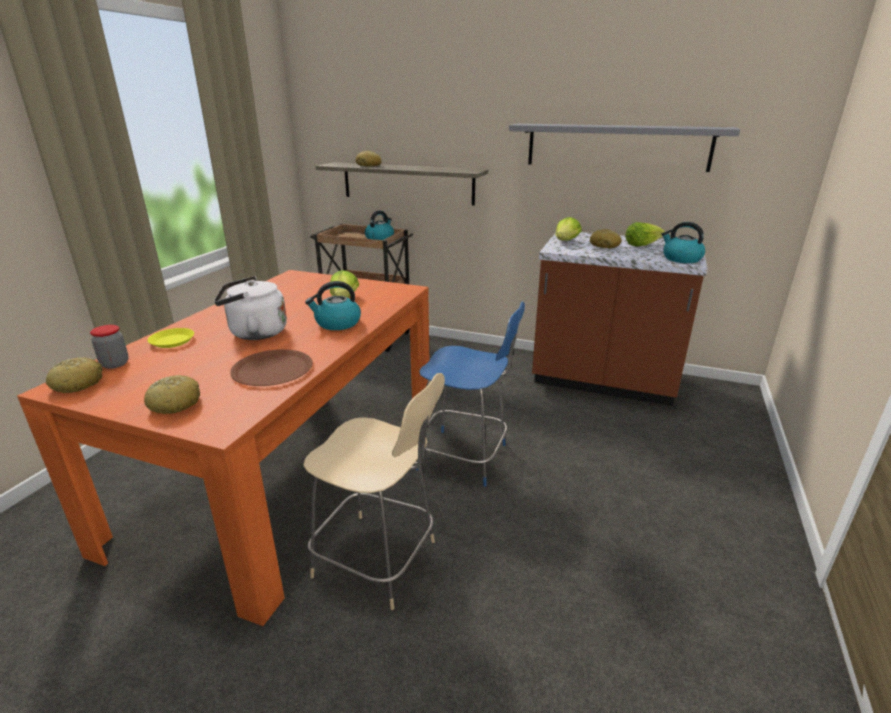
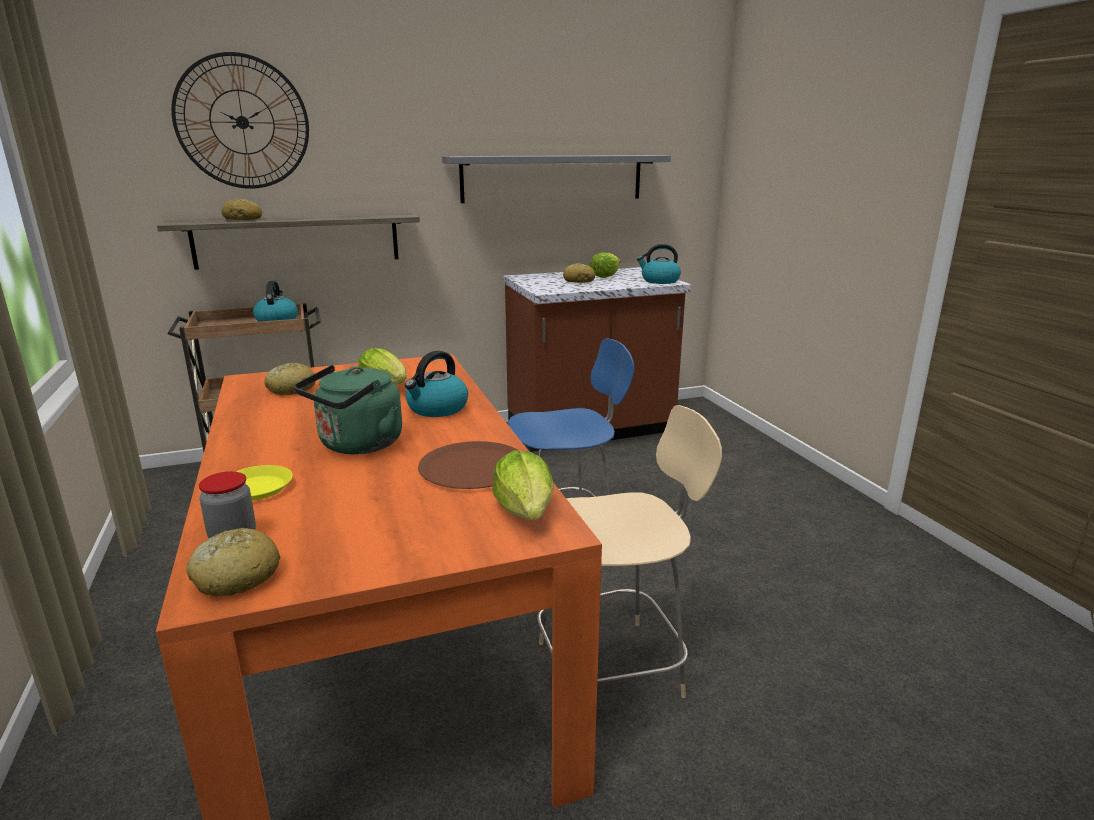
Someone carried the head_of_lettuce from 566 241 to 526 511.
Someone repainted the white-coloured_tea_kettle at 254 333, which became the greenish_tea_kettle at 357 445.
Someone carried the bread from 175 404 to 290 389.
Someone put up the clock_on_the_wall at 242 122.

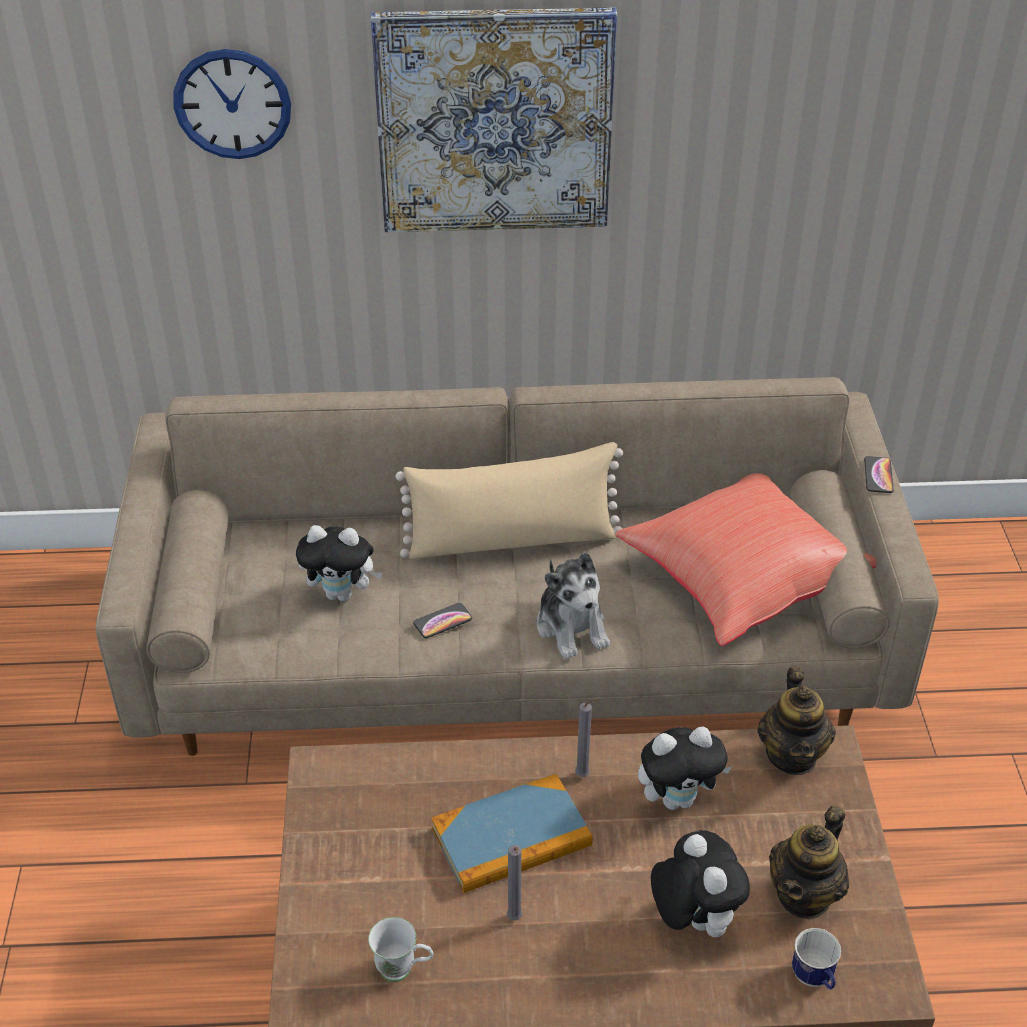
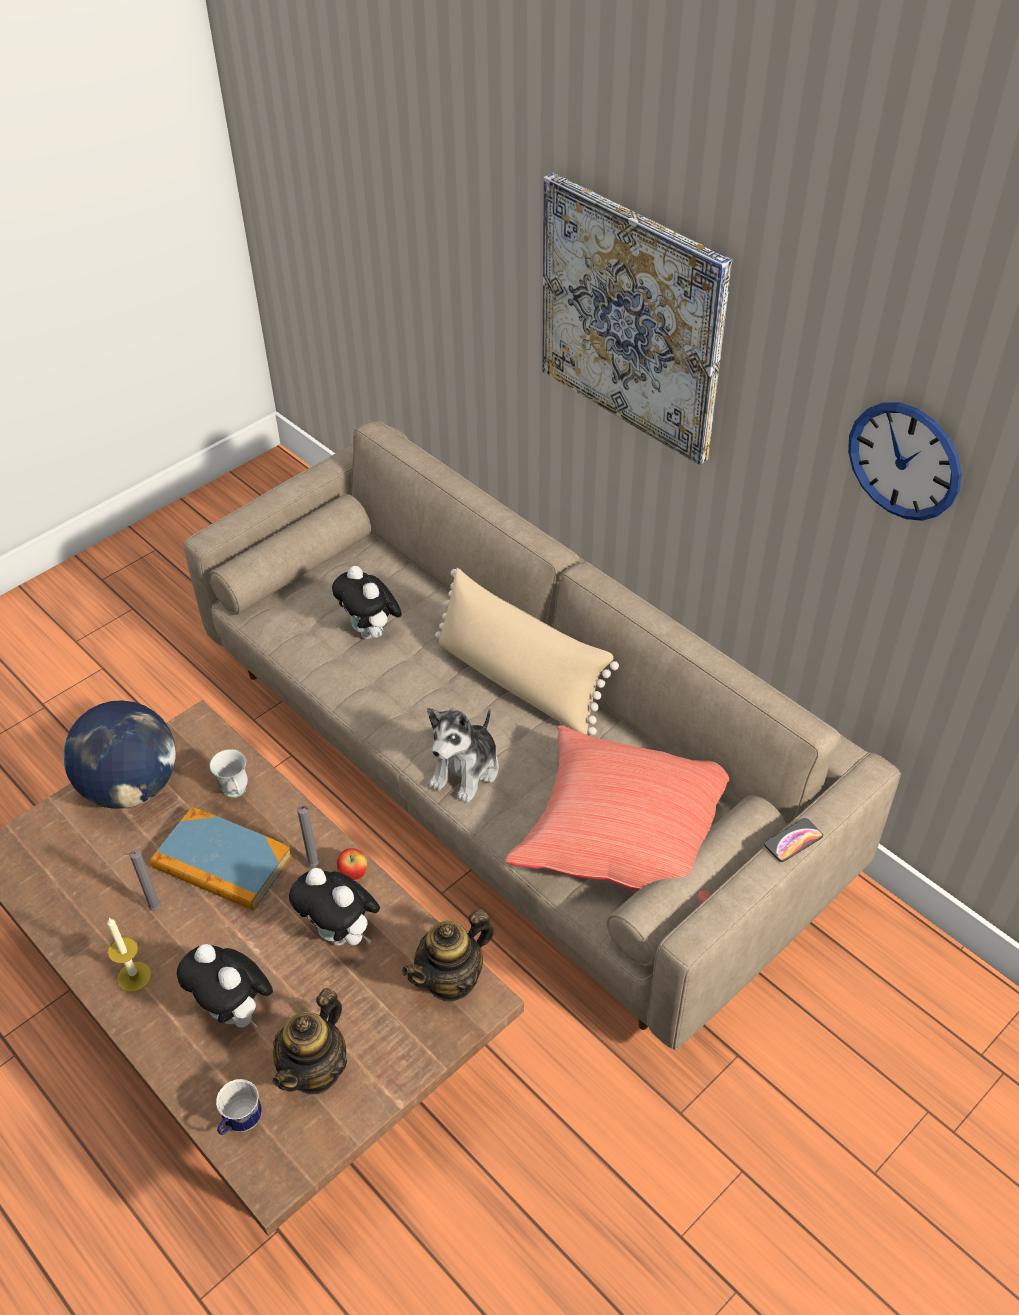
Someone carried the clock_on_the_wall from 232 104 to 904 461.
Someone took away the handset at 442 621.
Someone rotated the teapot at 804 895 by 60 degrees counterclockwise.
Someone rotated the soft_toy at 693 919 by 105 degrees clockwise.
Someone carried the white-coloured_coffee_mug from 403 970 to 236 794.
Someone put down the world_globe at 132 787.
Someone put down the apple at 353 874.
Someone put down the candle at 134 977.

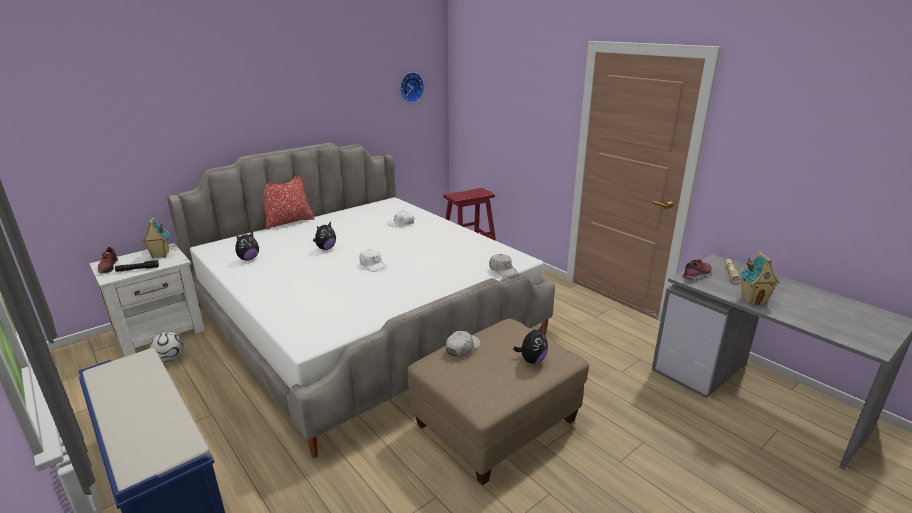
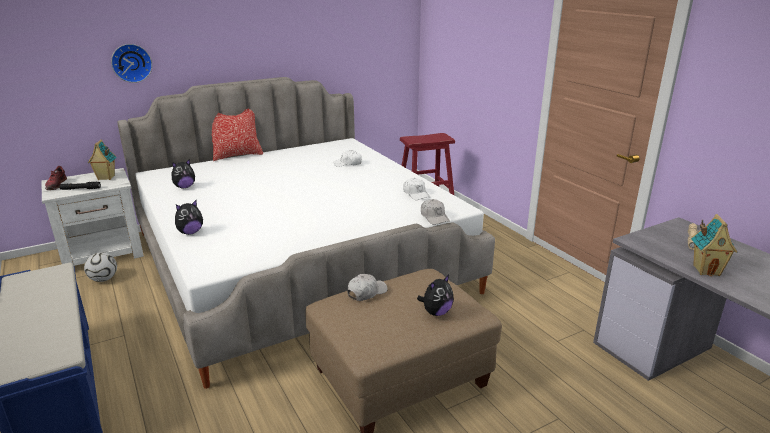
Someone carried the clock_on_the_wall from 410 87 to 131 63.
Someone carried the soft_toy from 326 248 to 190 232.
Someone carried the white-coloured_cap from 372 265 to 416 194.
Someone took away the item_of_footwear at 697 275.

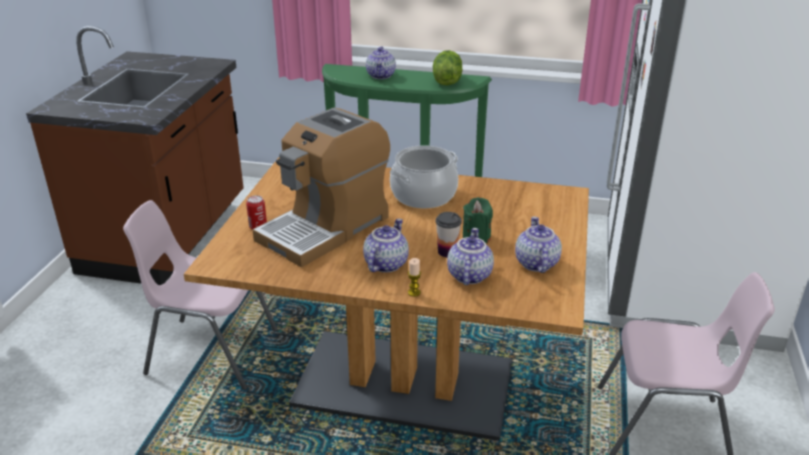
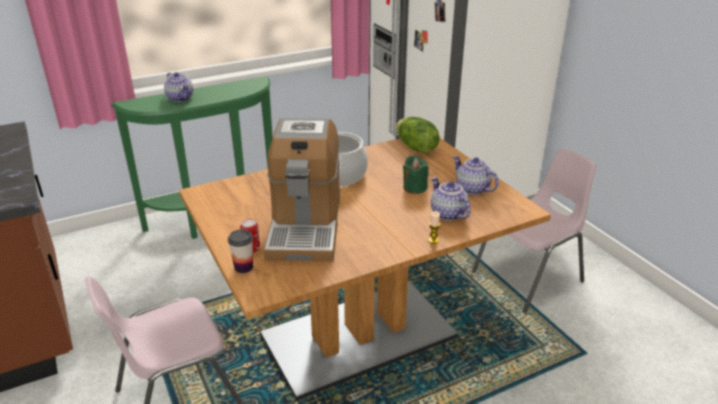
Someone carried the head_of_lettuce from 446 81 to 415 148.
Someone carried the drinking_cup from 447 252 to 243 267.
Someone took away the teapot at 385 264.

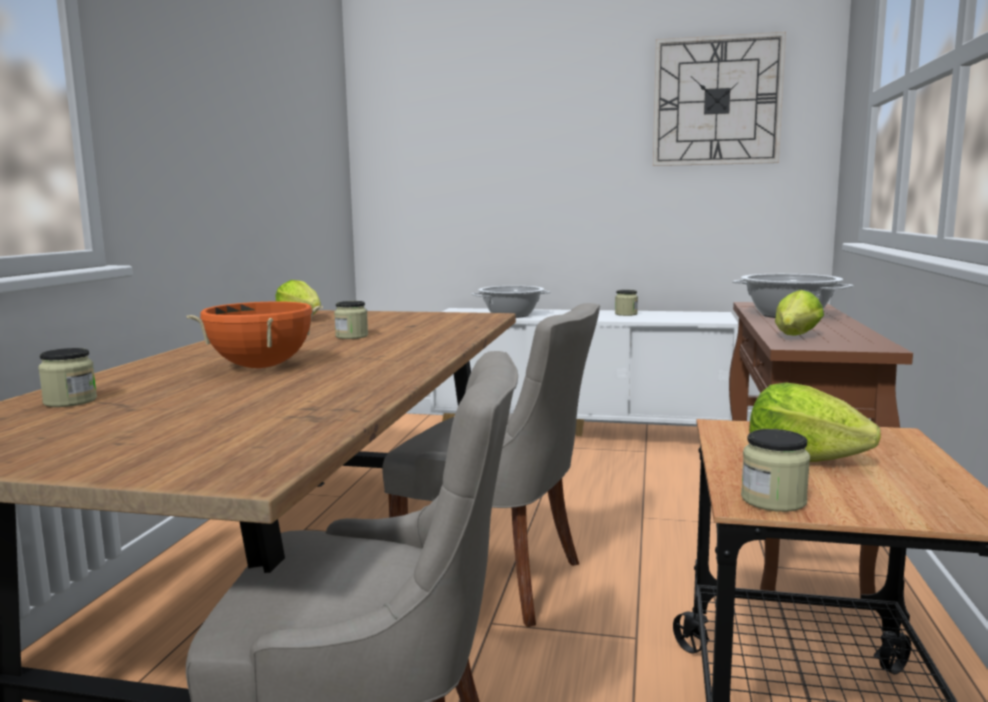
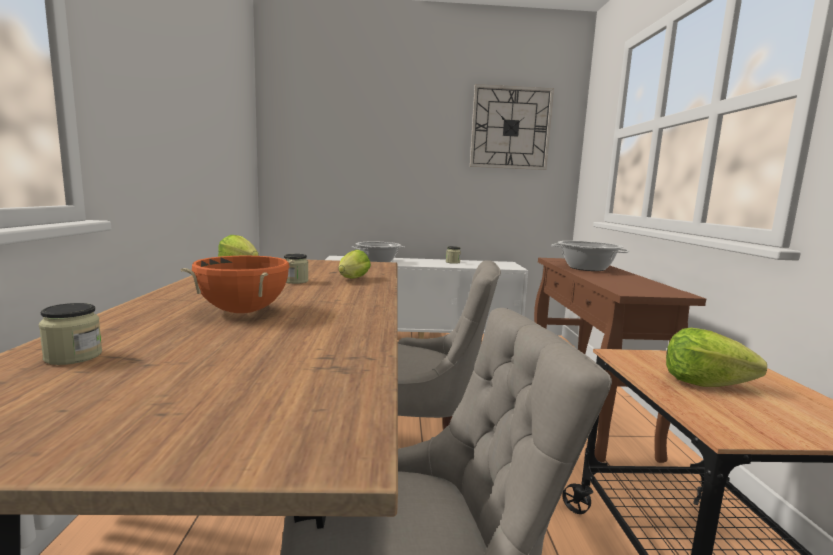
Someone carried the head_of_lettuce from 795 337 to 352 279.
Someone took away the jar at 773 500.

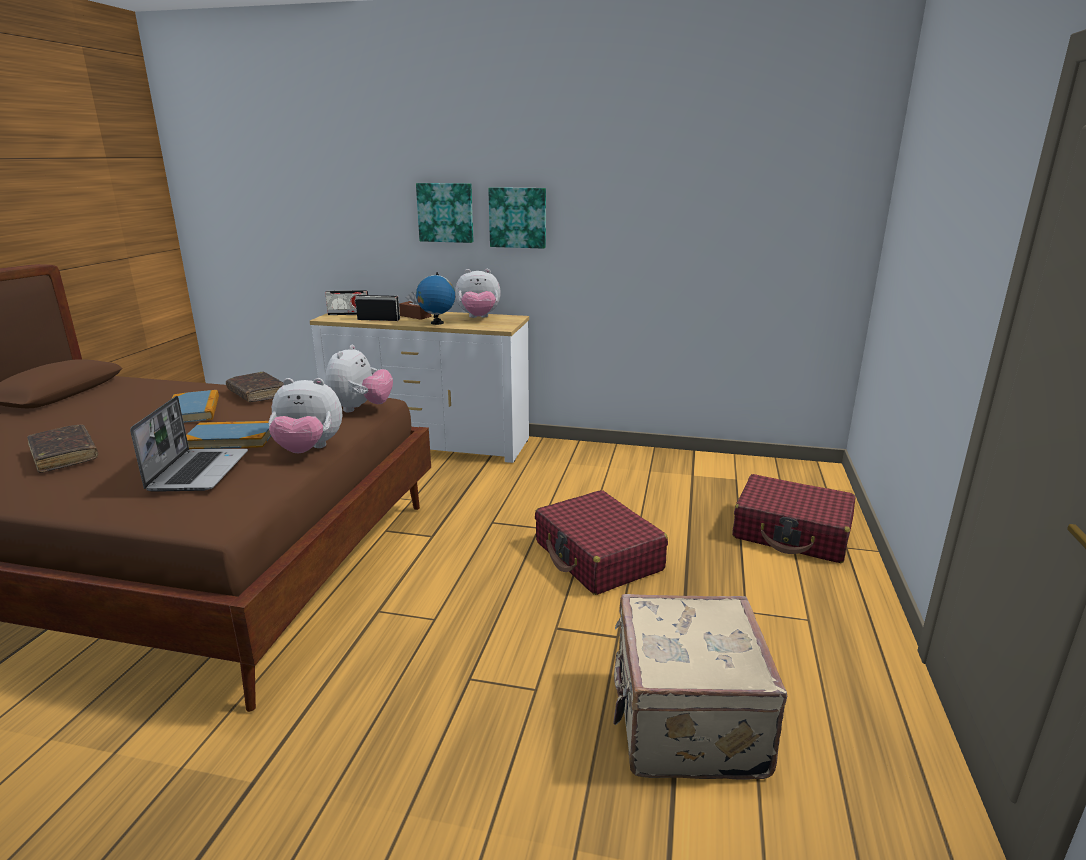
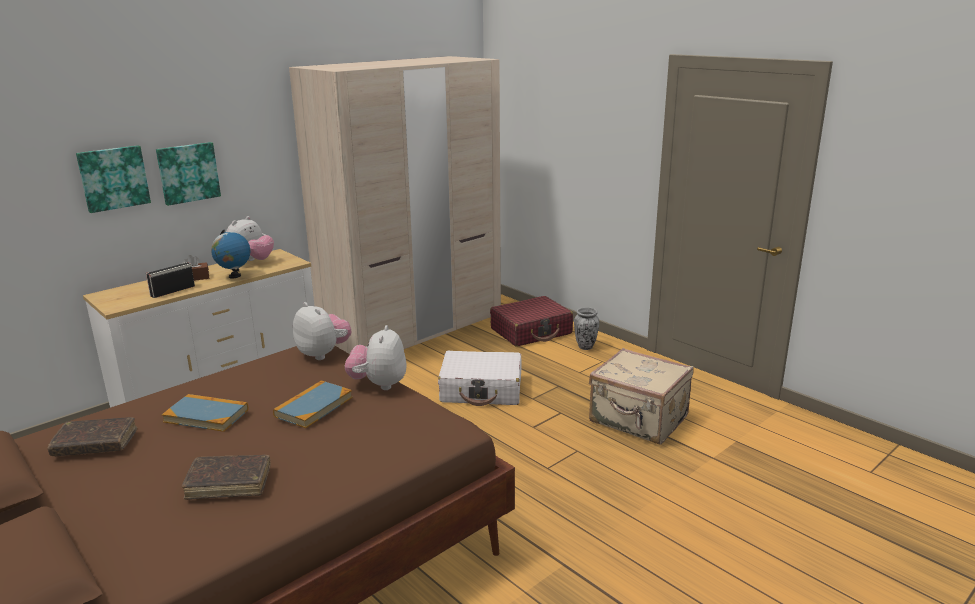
Someone carried the wall_art from 518 217 to 113 178.
Someone took away the radio at 348 314.
Someone carried the brownish_bound_book from 257 394 to 95 444.
Someone rotated the soft_toy at 308 450 by 150 degrees clockwise.
Someone took away the notebook_computer at 198 471.
Someone repainted the red_travel_case at 598 556, which became the white-coloured_travel_case at 481 390.
Someone put down the sand-coloured_wardrobe at 413 331.
Someone put down the decorative_vase at 585 346.

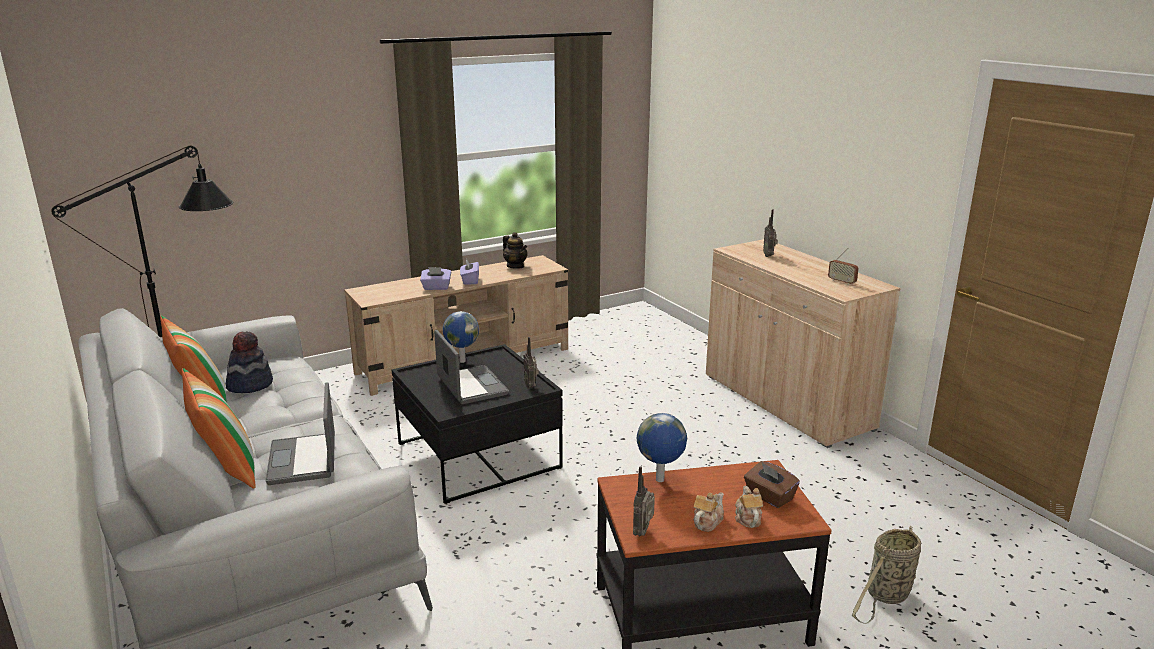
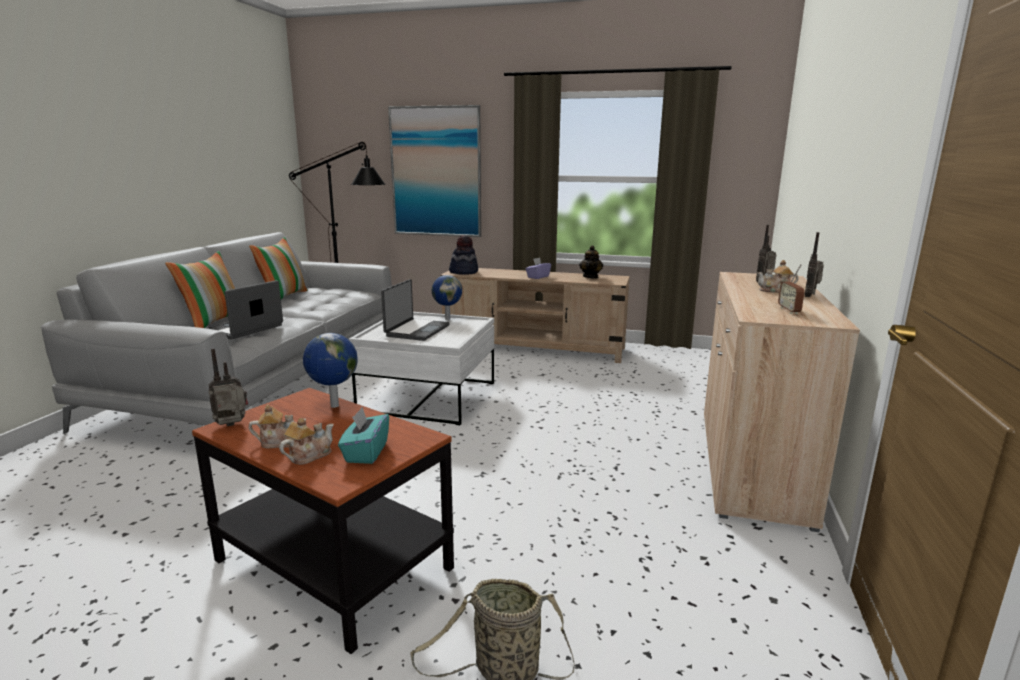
Someone took away the purplish_box_of_tissues at 436 287.
Someone carried the hat from 250 384 to 463 272.
Someone carried the radio from 531 386 to 811 296.
Someone repainted the black_low_table at 478 456, which became the white-coloured_low_table at 428 397.
Someone repainted the brownish_box_of_tissues at 769 496, which became the turquoise_box_of_tissues at 365 452.
Someone put up the wall_art at 436 172.
Someone put down the teapot at 775 291.

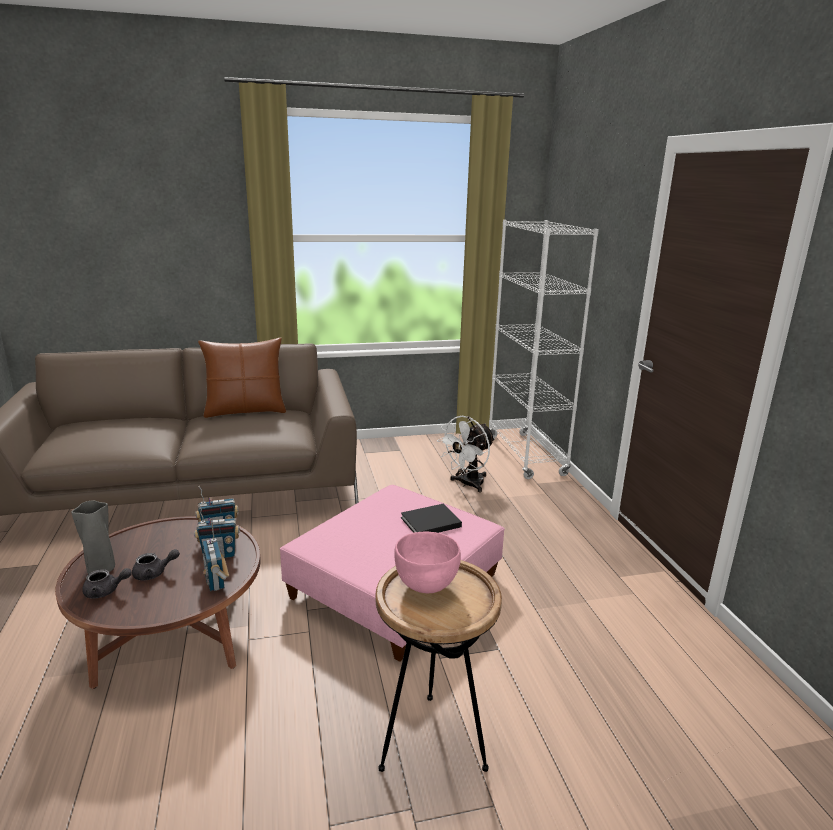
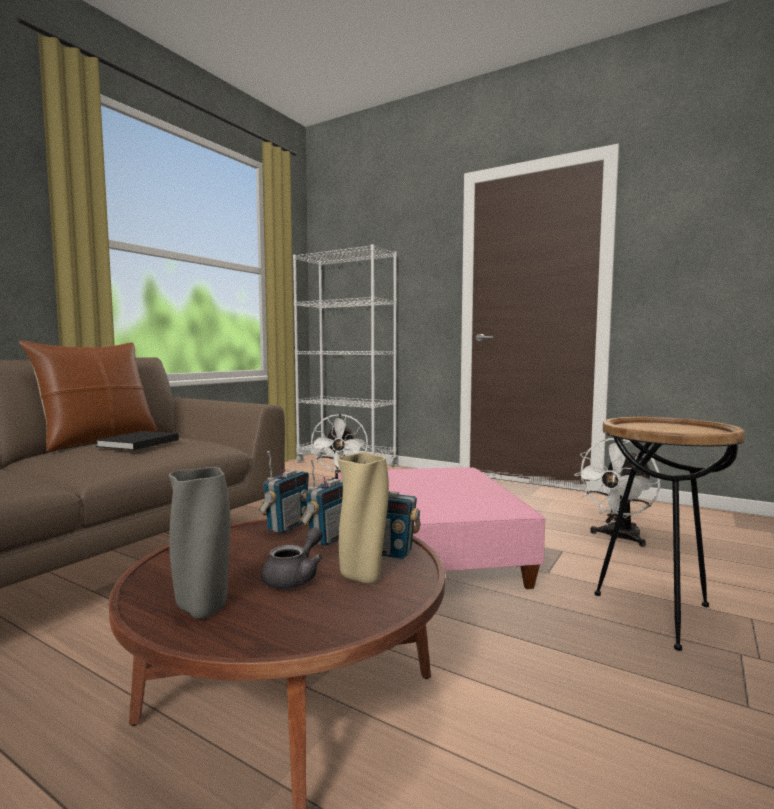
Someone carried the black_bound_book from 429 522 to 137 443.
Someone took away the pinkish_serving_bowl at 426 585.
Someone took away the grey_teapot at 106 591.
Someone put down the white-coloured_cooling_fan at 618 538.
Someone put down the sand-coloured_decorative_vase at 363 577.

